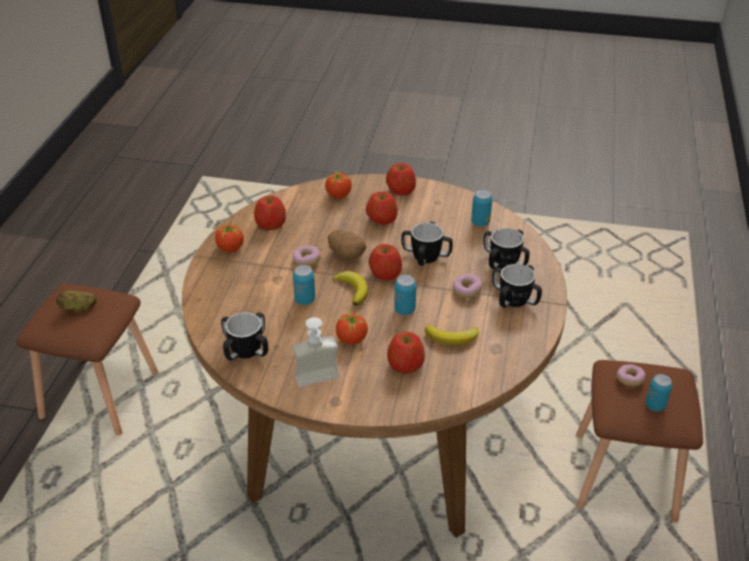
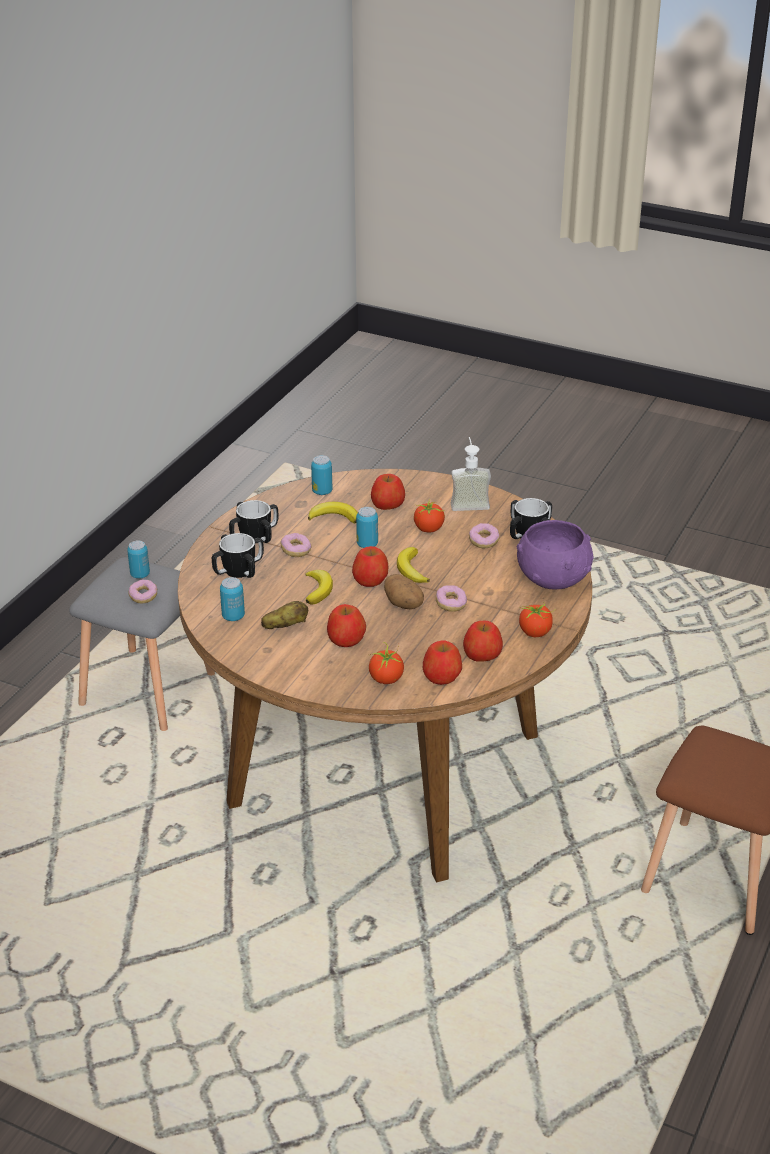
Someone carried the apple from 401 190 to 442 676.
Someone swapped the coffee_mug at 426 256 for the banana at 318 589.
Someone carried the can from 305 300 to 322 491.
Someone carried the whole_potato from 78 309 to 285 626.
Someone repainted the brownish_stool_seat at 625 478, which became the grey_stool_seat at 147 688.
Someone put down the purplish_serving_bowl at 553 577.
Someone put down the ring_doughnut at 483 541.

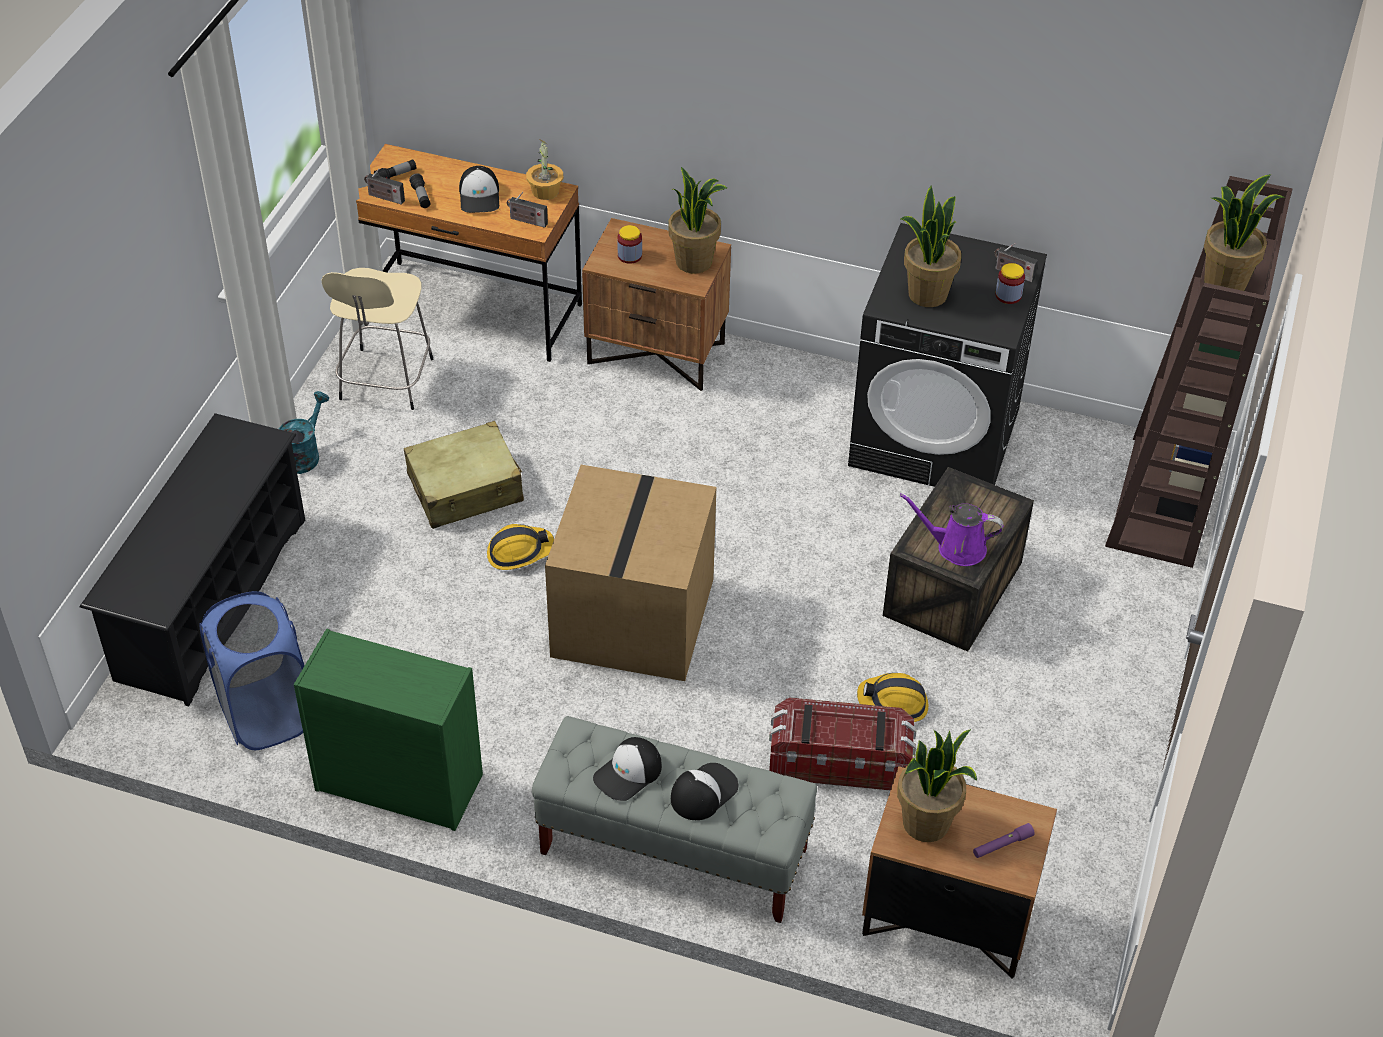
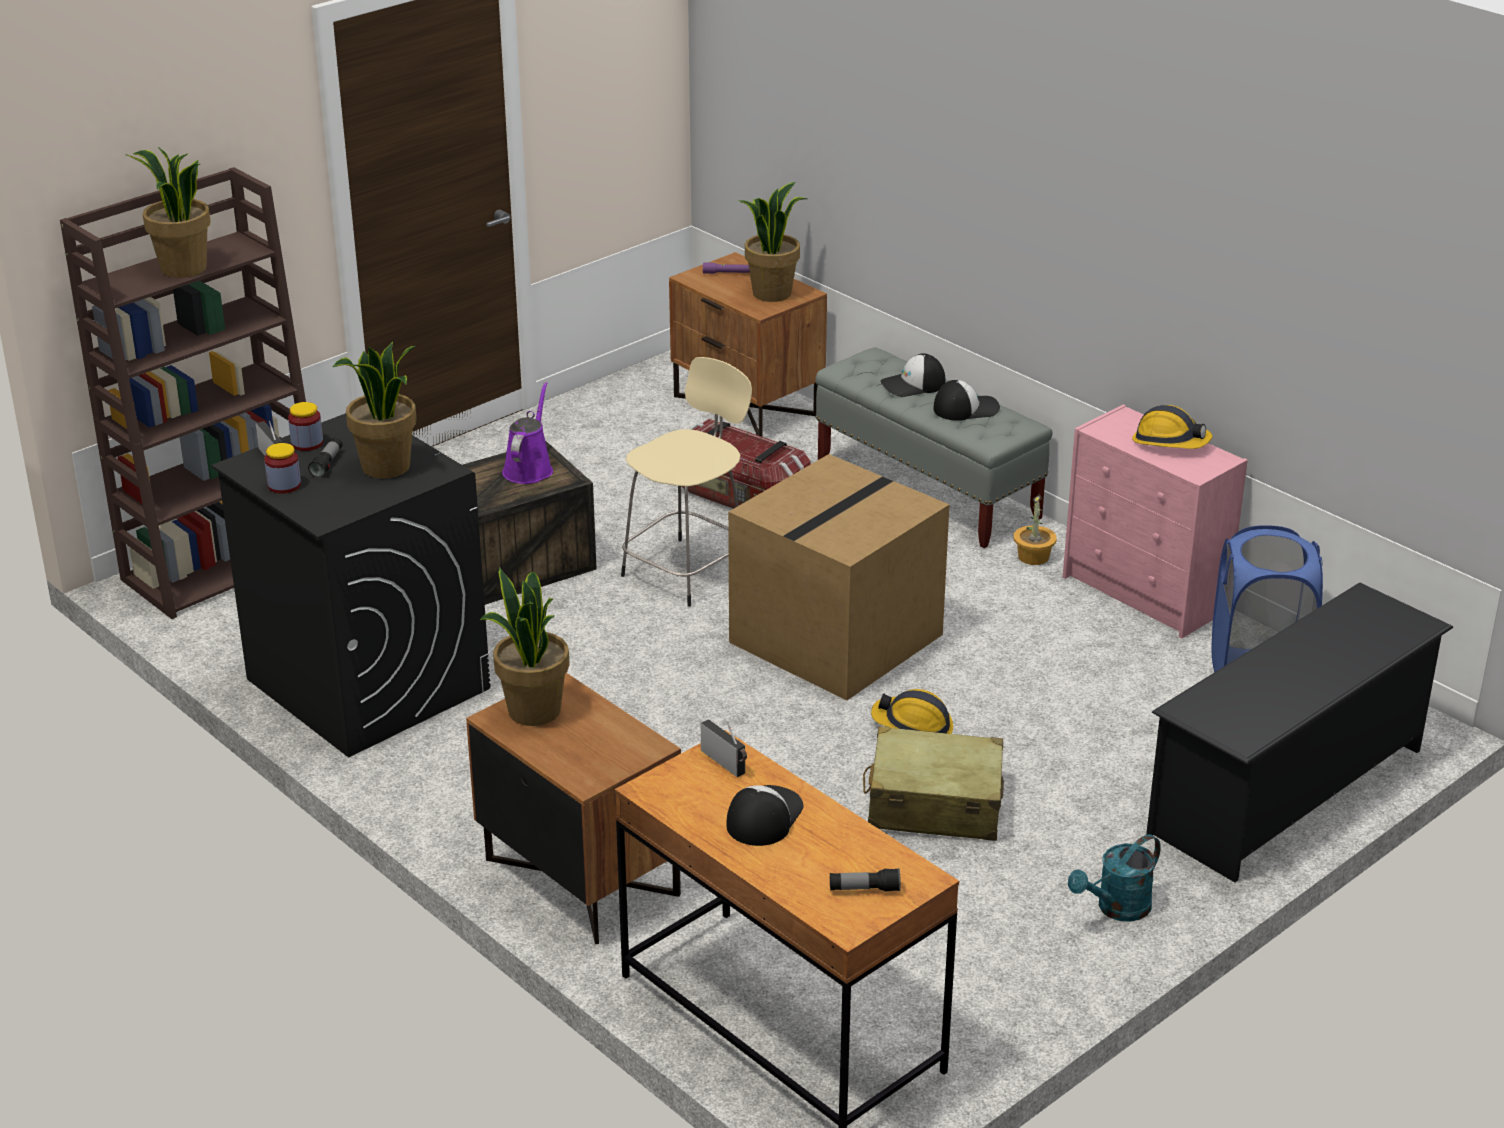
Someone carried the houseplant from 545 191 to 1034 557.
Someone took away the radio at 384 197.
Someone carried the torch from 421 196 to 327 464.
Someone carried the jar from 629 256 to 284 485.
Someone carried the sand-coloured_stool_seat from 385 382 to 688 570.
Someone rotated the purplish_watering_can at 956 547 by 120 degrees counterclockwise.
Someone repainted the greenish_dresser at 397 782, which became the pinkish_dresser at 1146 594.
Someone carried the safety_helmet from 893 703 to 1170 442.

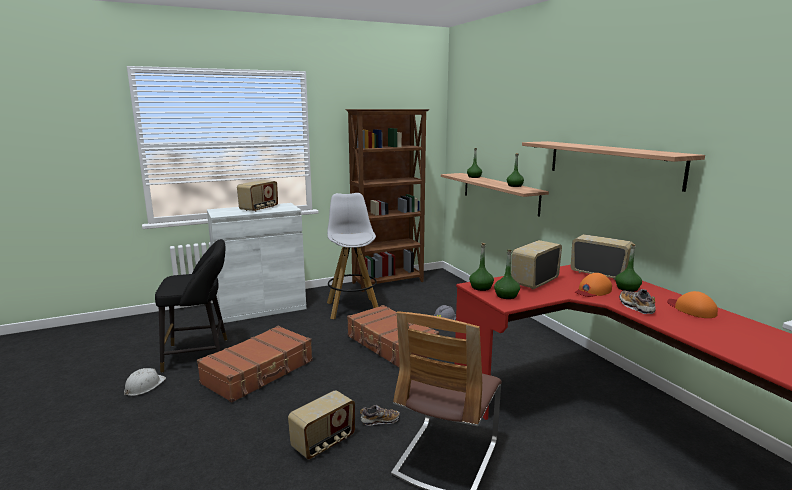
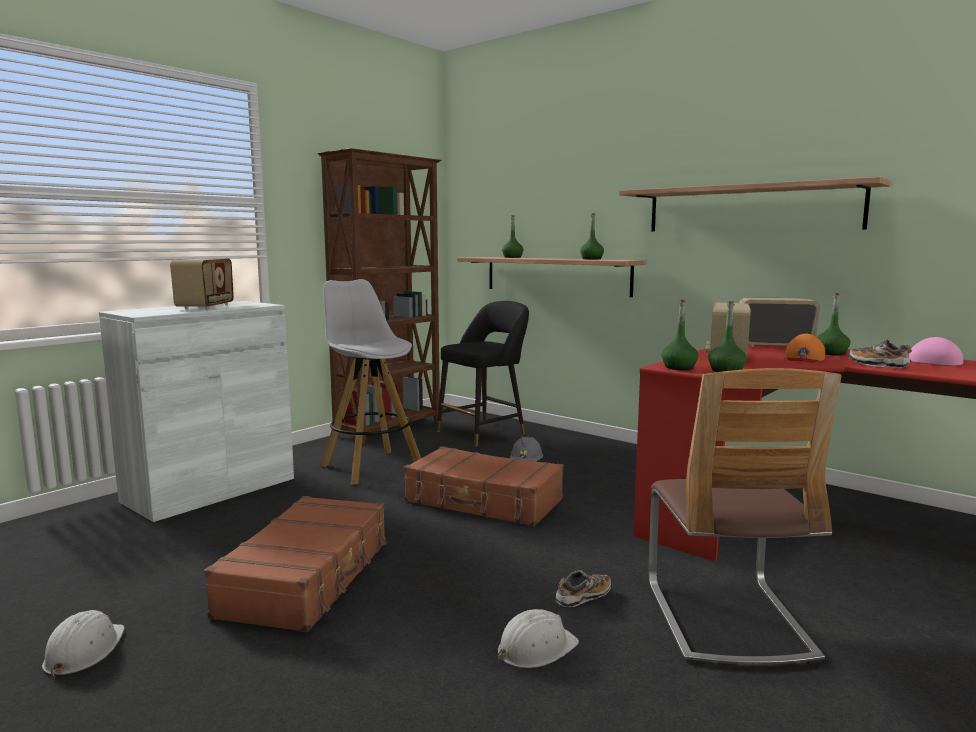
Someone carried the black_stool_seat from 201 354 to 484 432.
Someone repainted the orangey_cap at 691 309, which became the pinkish_cap at 928 361.
Someone swapped the radio at 324 443 for the white-coloured_safety_helmet at 536 648.

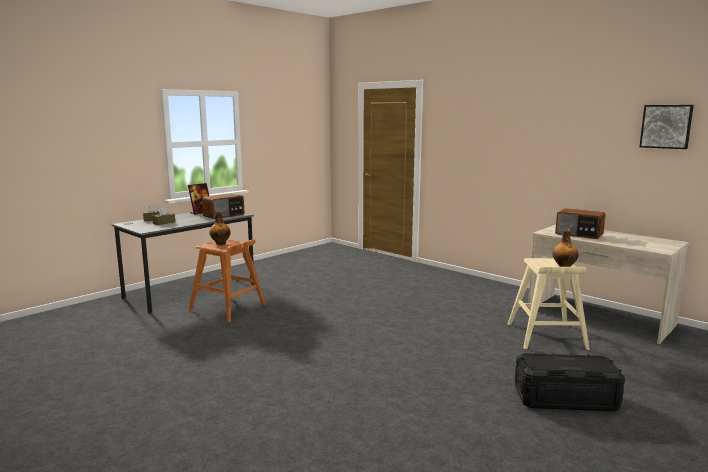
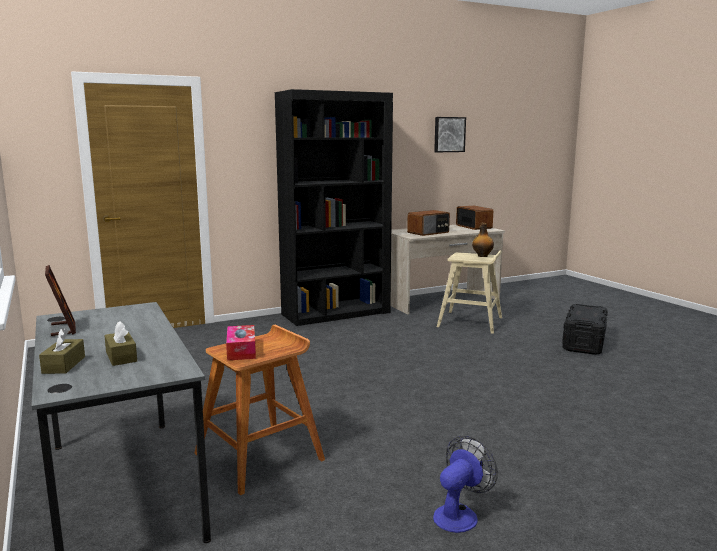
Someone carried the radio from 224 215 to 474 226.
Someone swapped the bottle at 220 243 for the box_of_tissues at 241 350.
Someone put down the black_shelving_unit at 336 313.
Someone put down the cooling_fan at 459 514.

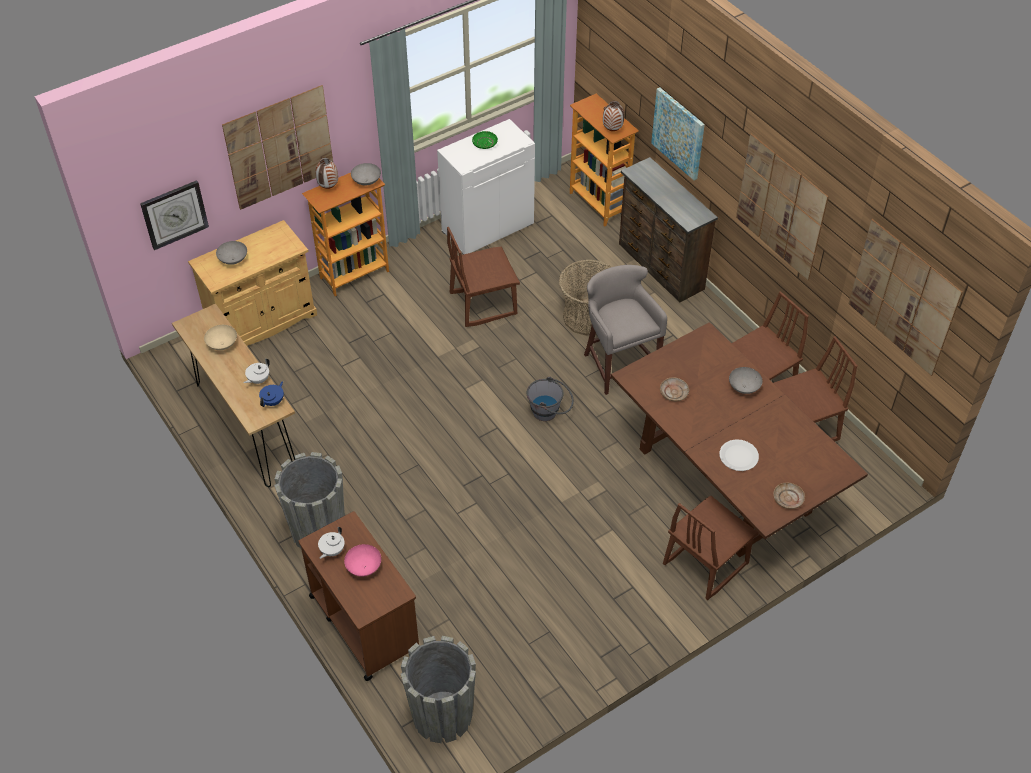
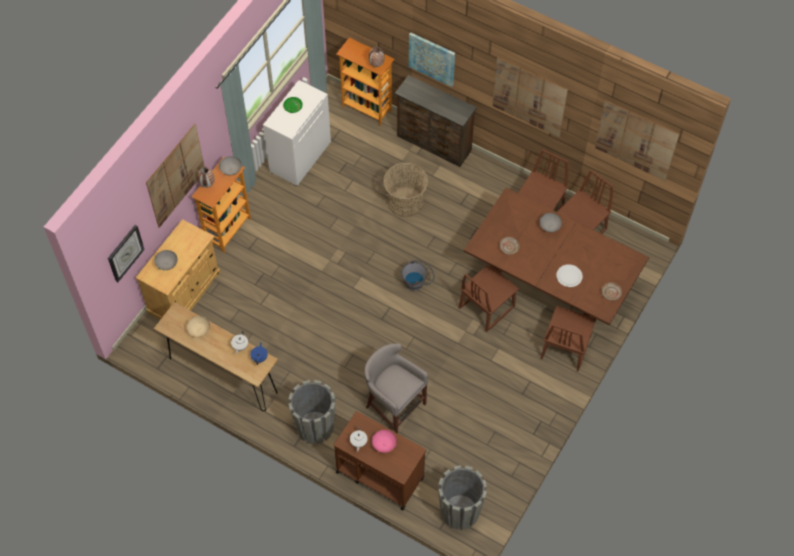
Someone carried the brownish_upright_chair from 483 303 to 486 307.
Someone carried the grey_stool_seat from 618 364 to 393 405.

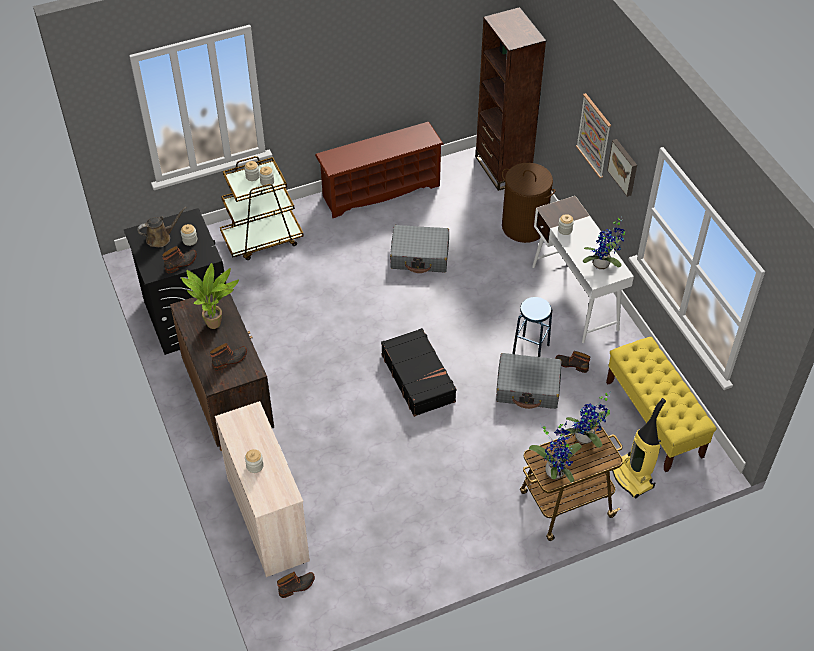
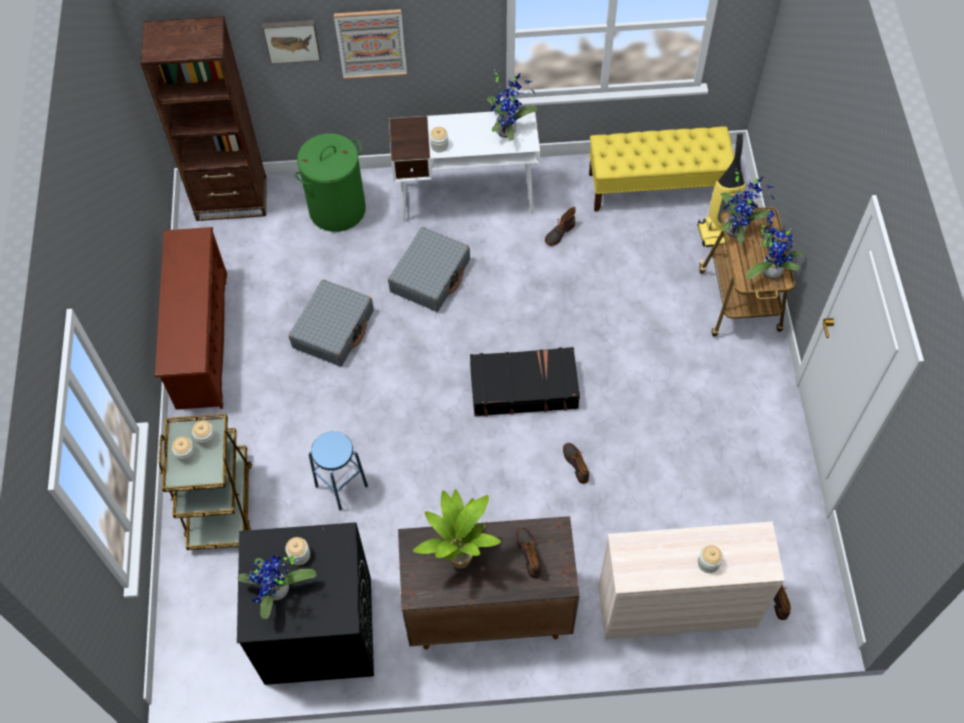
Someone carried the wall_art from 624 167 to 292 40.
Someone repainted the brownish_hamper at 524 227, which became the greenish_hamper at 337 209.
Someone swapped the brownish_watering_can at 161 238 for the houseplant at 277 593.
Someone carried the high-top_boot from 181 263 to 576 464.
Someone carried the bluish_stool_seat from 530 350 to 341 486.
Someone carried the grey_travel_case from 528 387 to 430 276.

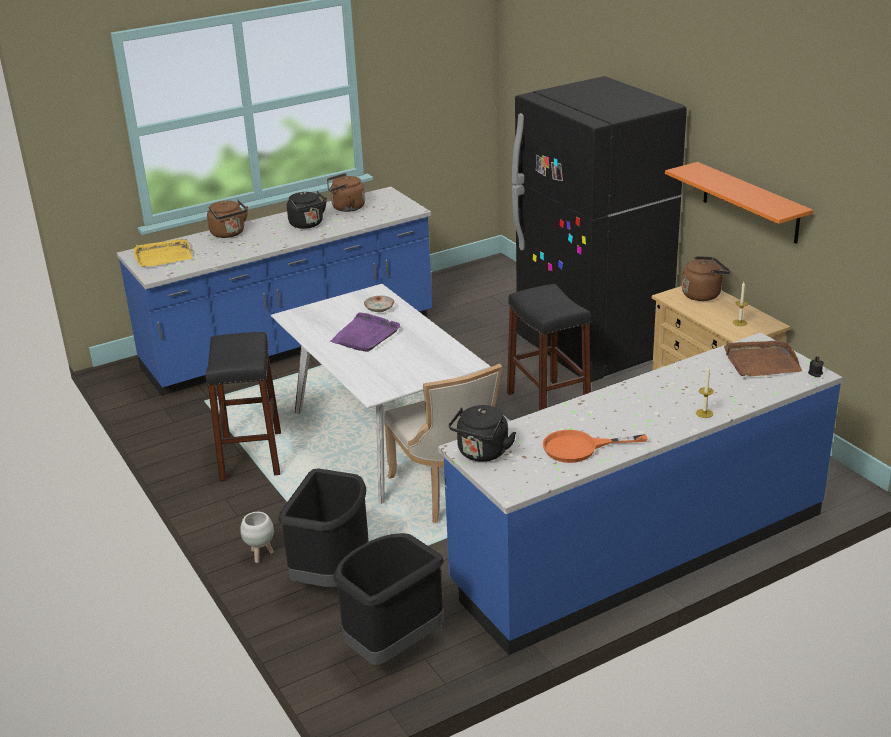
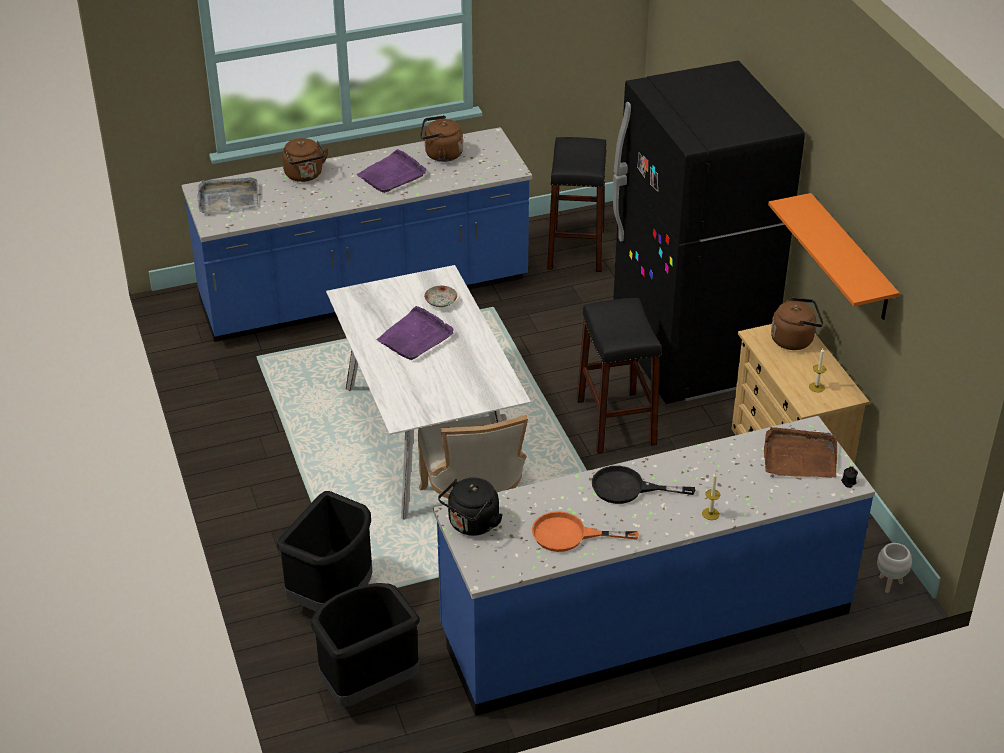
Someone swapped the black_tea_kettle at 308 225 for the purplish_tray at 392 175.
Someone repainted the yellow_tray at 162 256, which became the grey_tray at 228 198.
Someone carried the black_stool_seat from 251 455 to 576 249.
Someone carried the white-coloured_planter from 261 555 to 889 584.
Someone put down the black_frying_pan at 628 488.

